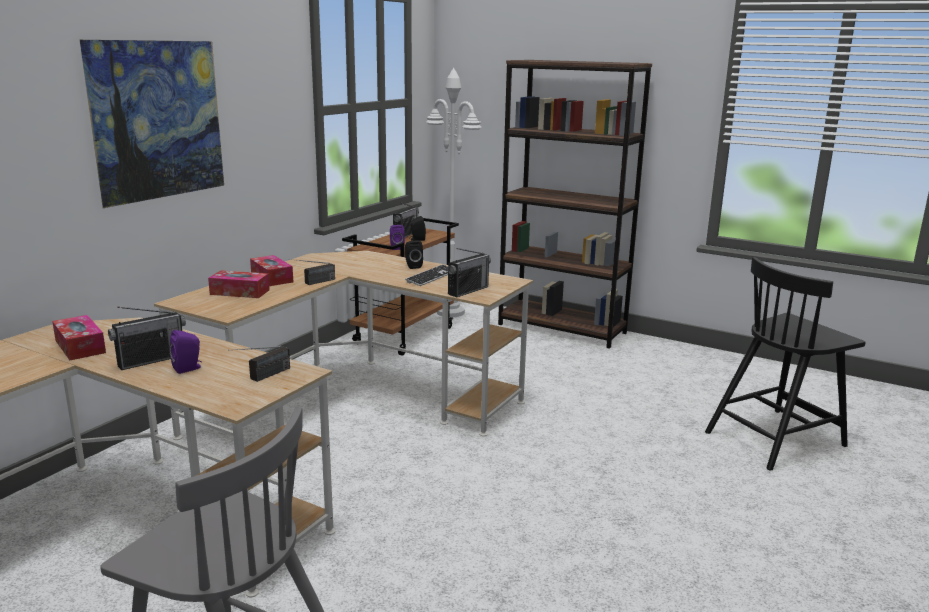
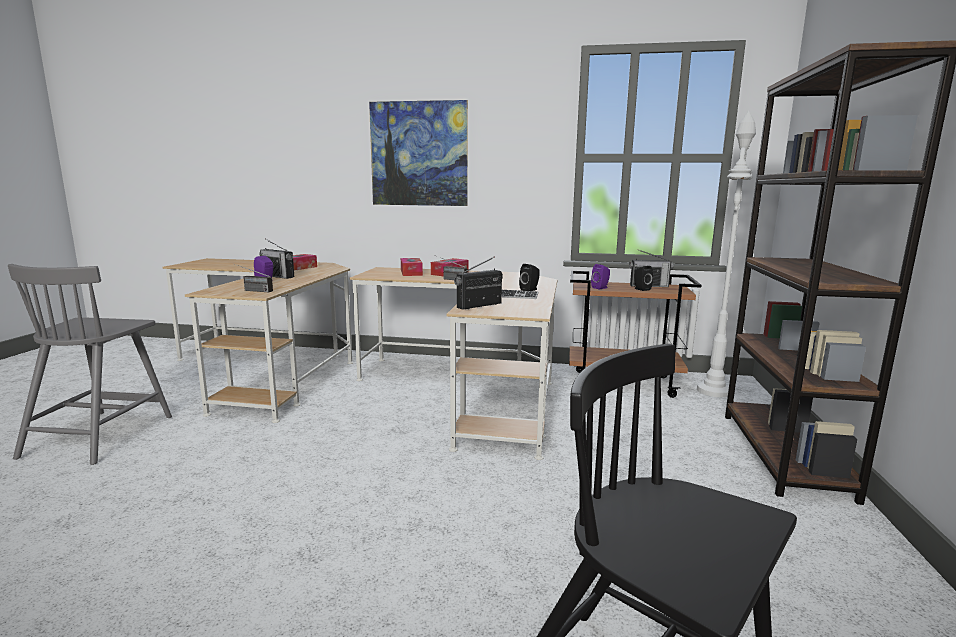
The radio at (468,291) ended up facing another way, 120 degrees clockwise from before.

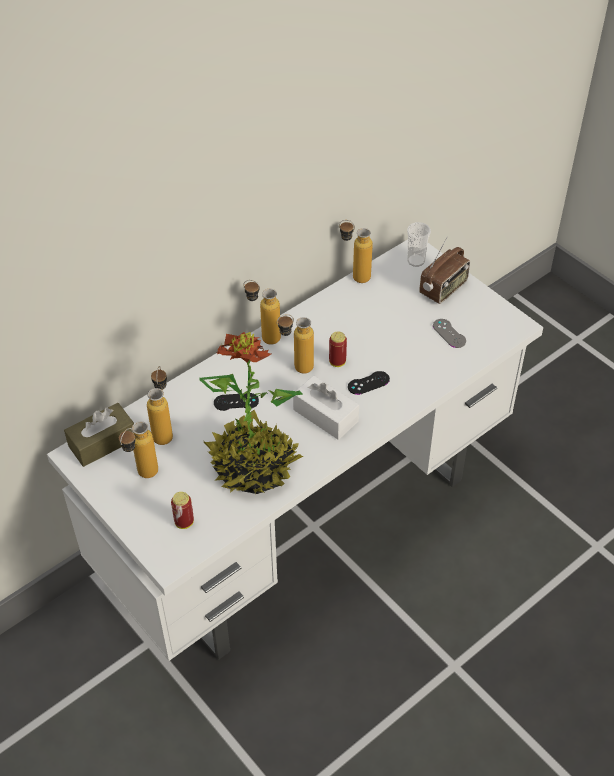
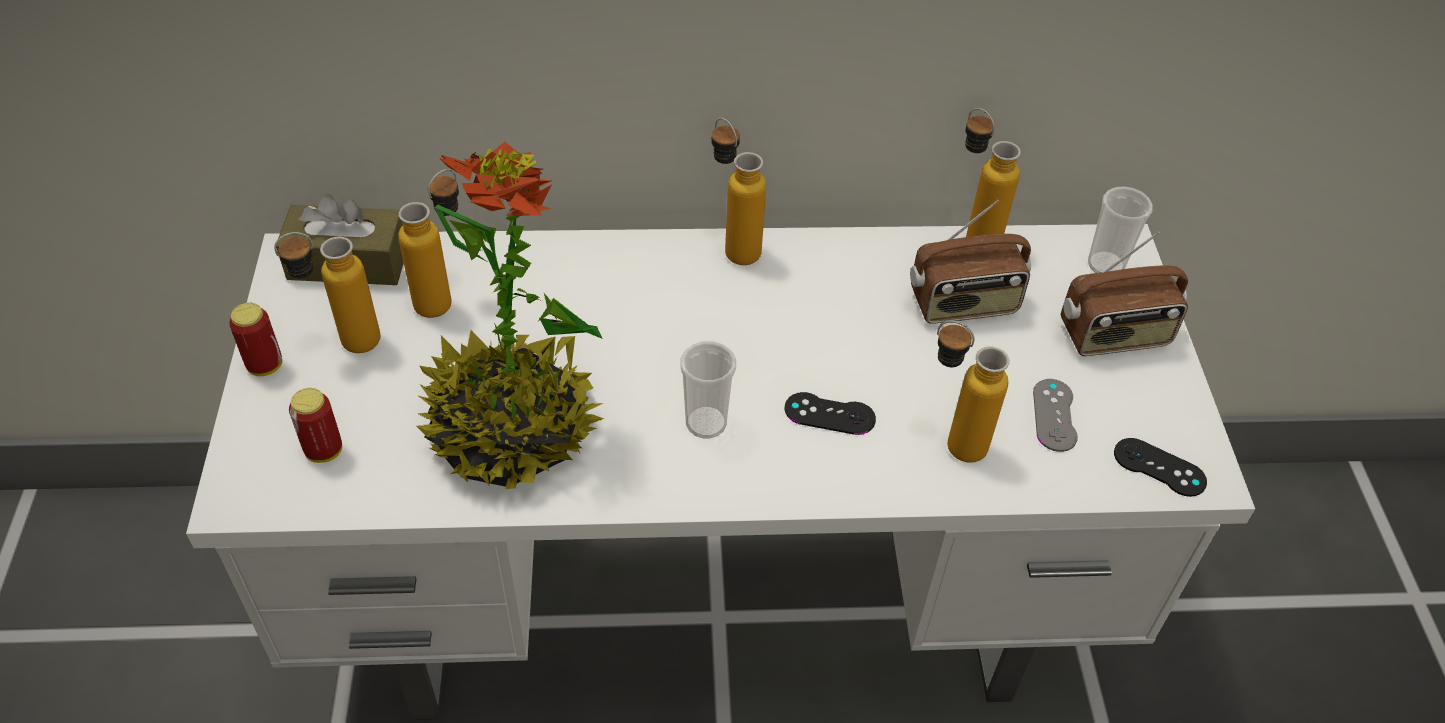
The second view gained the radio at (963,305).
The pad do gier (czarny) ended up elsewhere, having gone from (236,402) to (1159,467).
The butelka ended up elsewhere, having gone from (296,368) to (950,442).
The puszka ended up elsewhere, having gone from (337,362) to (265,366).
Where the pudełko chusteczek (biały) stood at (325,415), the filiżanka came to stand at (706,423).

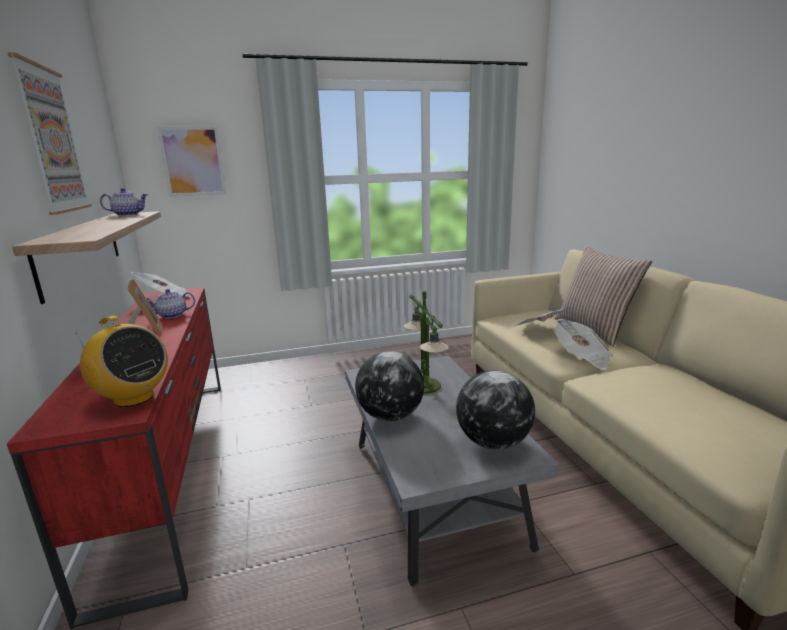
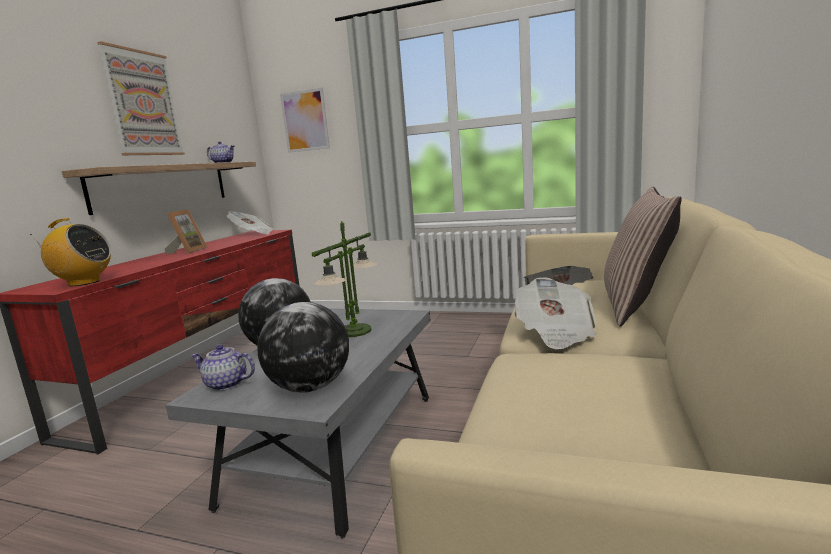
The imbryk ended up elsewhere, having gone from (172,315) to (225,384).
The radio at (133,398) ended up facing another way, 60 degrees counterclockwise from before.

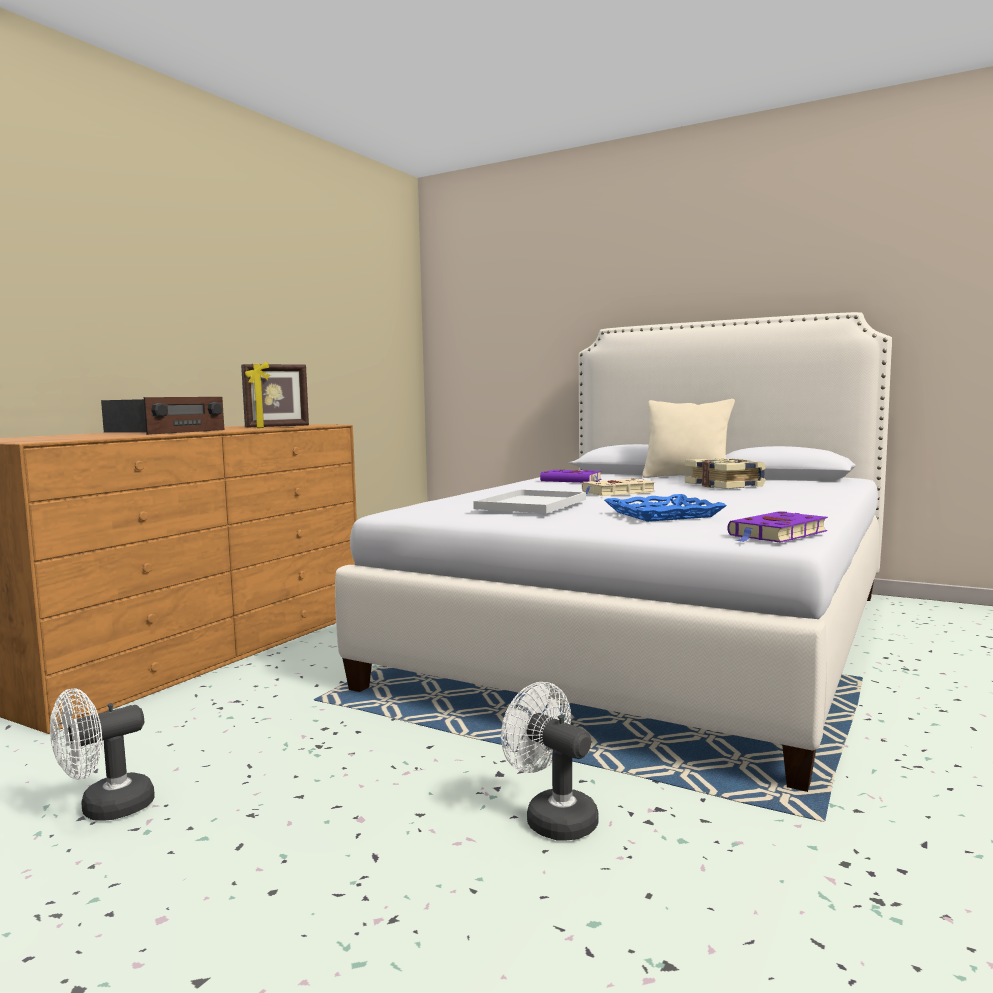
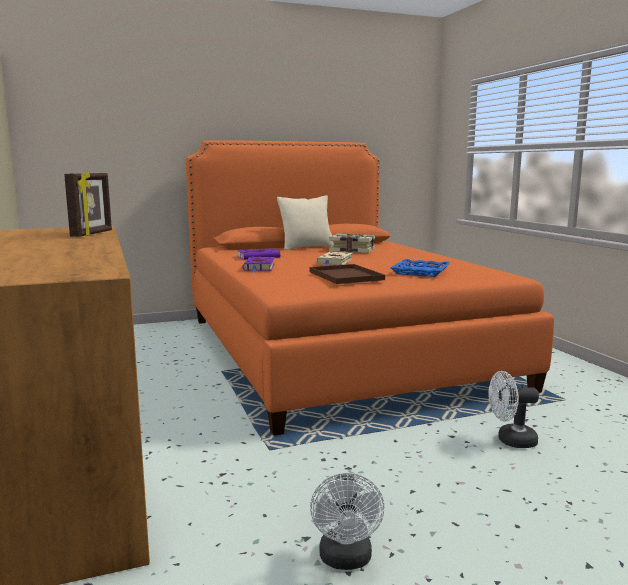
The second view lost the radio at (166,432).
The książka (fioletowy) ended up elsewhere, having gone from (776,534) to (259,267).
What was the łóżko (biały) at (653,636) turned into the łóżko (pomarańczowy) at (336,350).
What was the taca (biały) at (531,504) turned into the taca (brązowy) at (344,275).

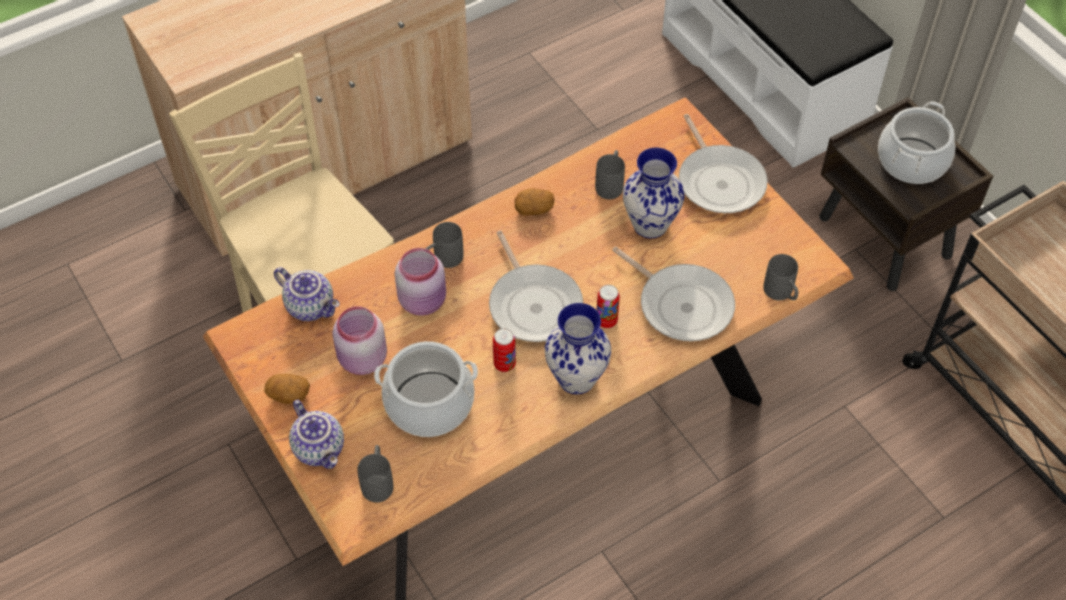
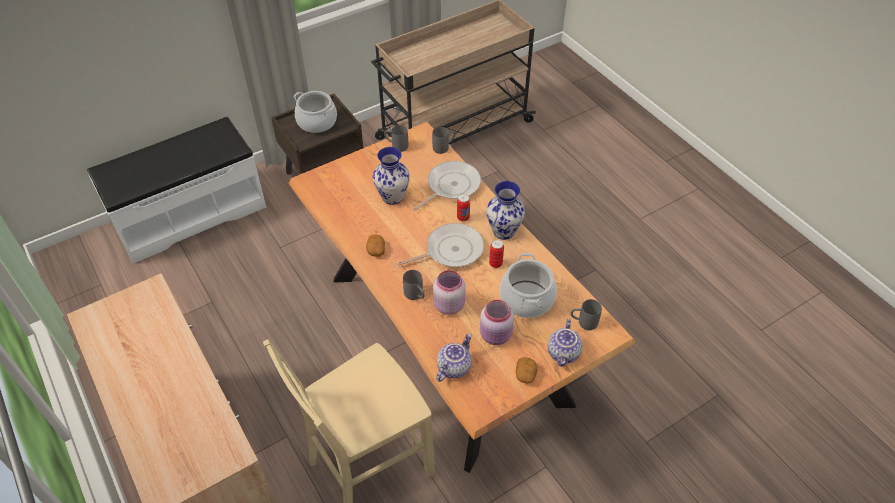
The second view lost the patelnia at (719,180).
The kubek (szary) ended up elsewhere, having gone from (610,184) to (396,146).
The imbryk at (320,448) ended up facing another way, 135 degrees clockwise from before.

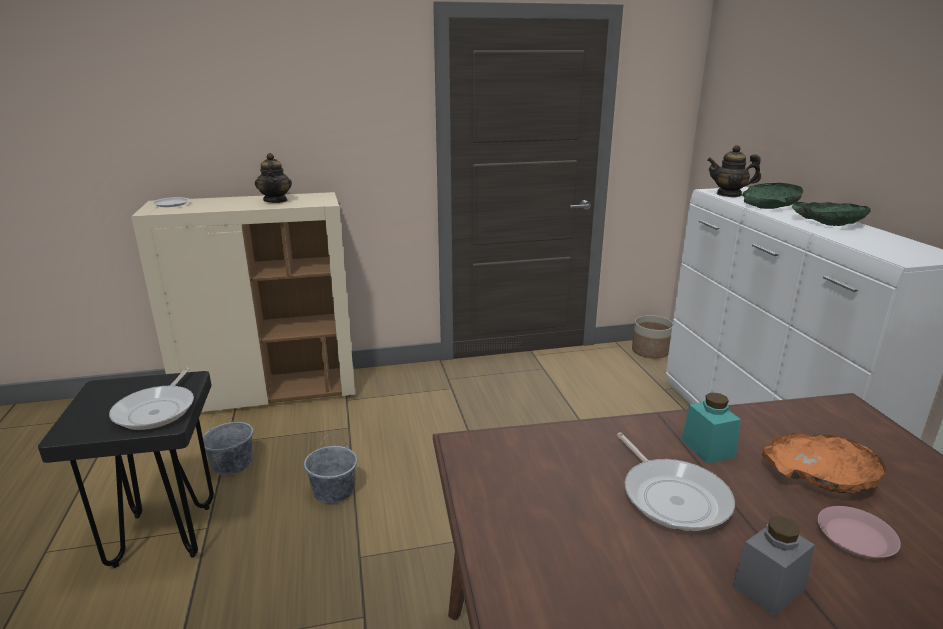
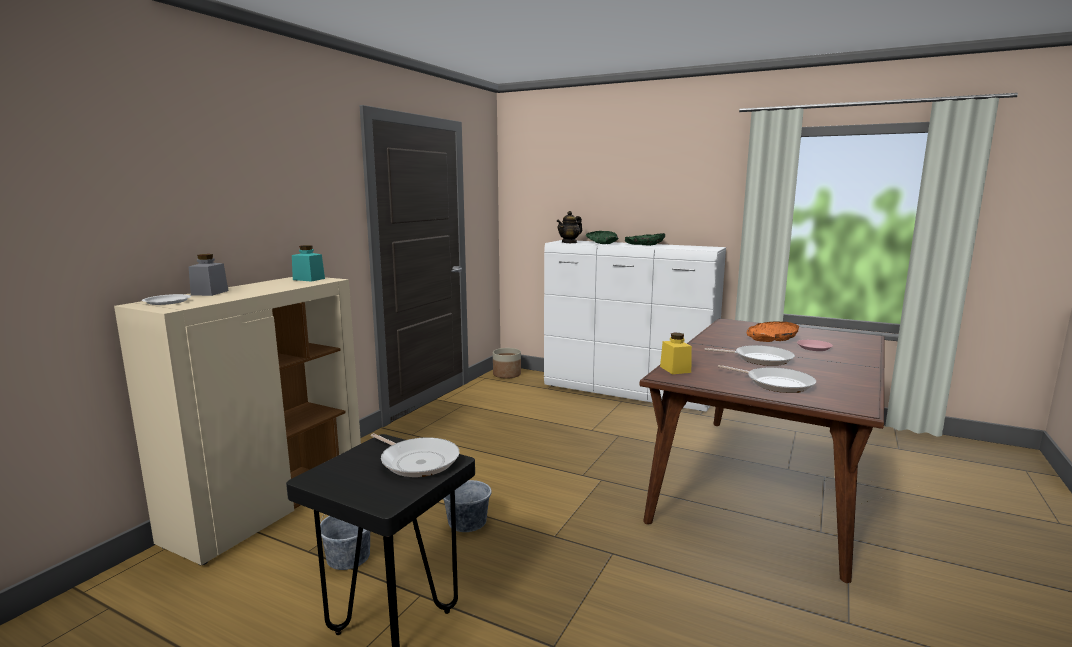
The second view lost the imbryk at (276,200).
The second view gained the słoik (żółty) at (675,369).
The second view gained the patelnia at (776,383).
The słoik (turkusowy) ended up elsewhere, having gone from (708,448) to (309,279).
The słoik (szary) ended up elsewhere, having gone from (768,588) to (210,293).

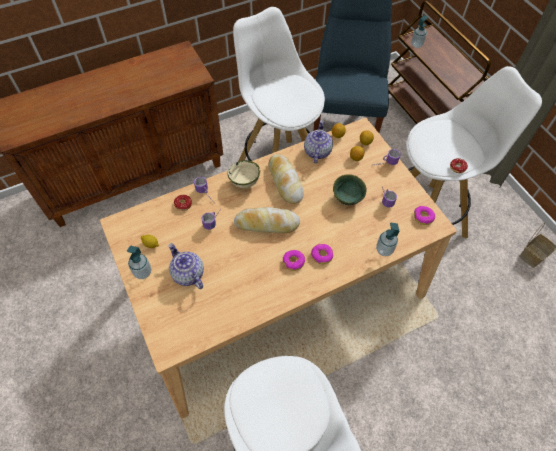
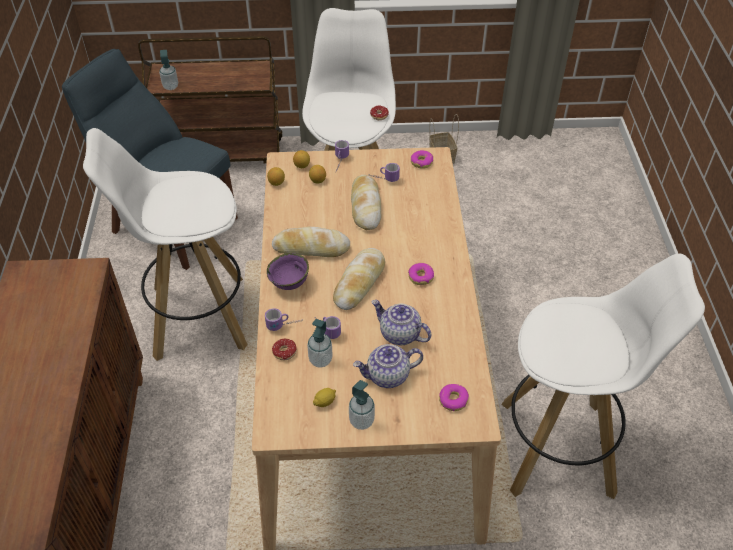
The imbryk ended up elsewhere, having gone from (317,151) to (399,334).
The donut ended up elsewhere, having gone from (321,255) to (453,400).
The dozownik mydła ended up elsewhere, having gone from (384,250) to (320,360).
Where the miska (zielony) stood at (347,198), the chleb came to stand at (366,206).
What was the miska (beżowy) at (244,183) turned into the miska (fioletowy) at (290,284).

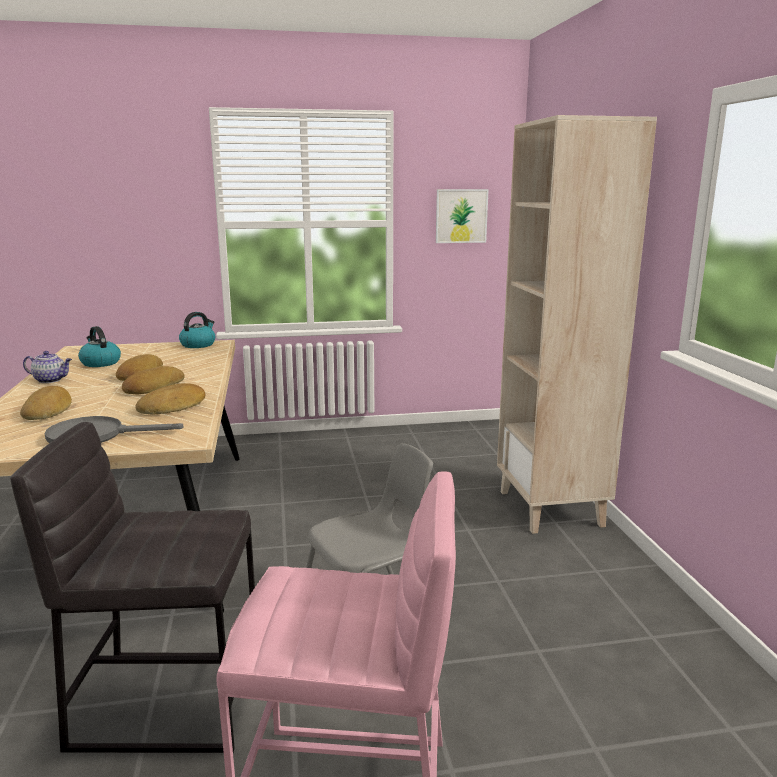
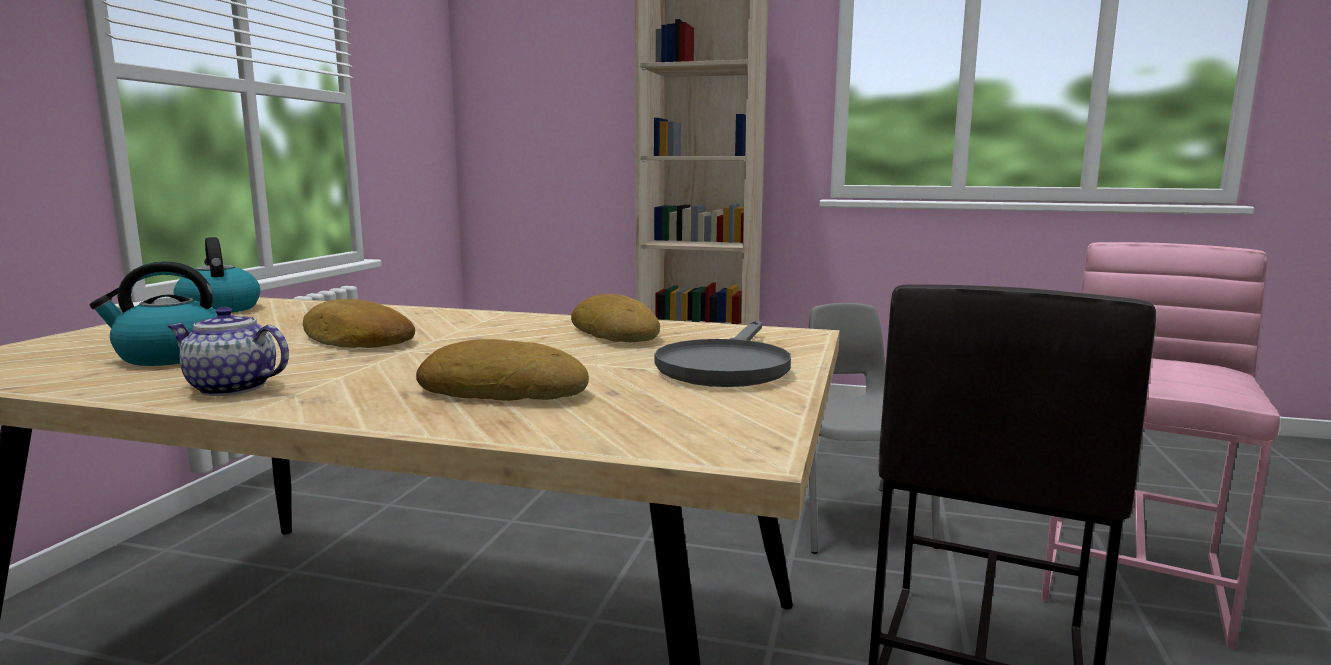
The second view lost the chleb at (153,387).
The second view lost the obraz at (461,216).
The imbryk at (51,380) ended up facing another way, 105 degrees counterclockwise from before.

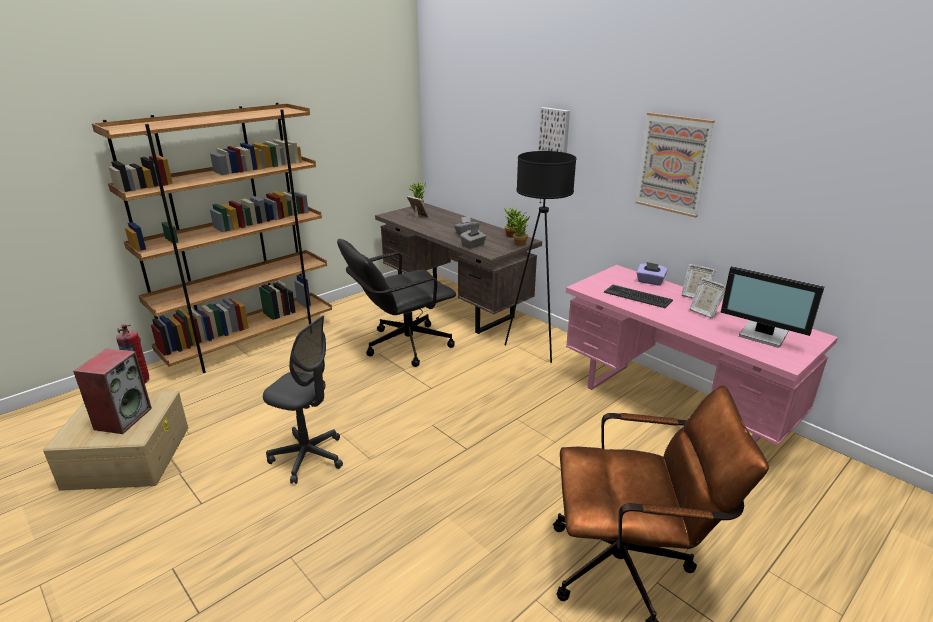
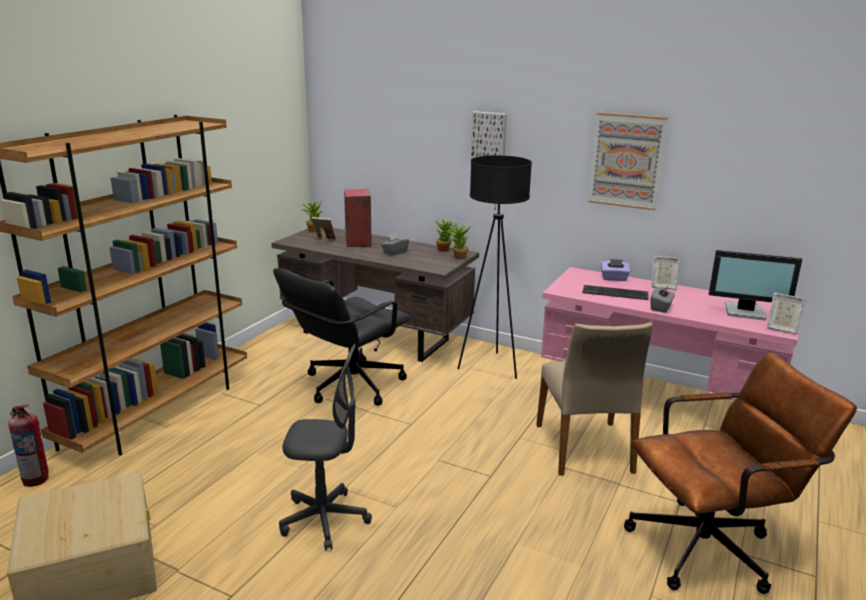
The second view gained the krzesło (beżowy) at (585,448).
The głośnik ended up elsewhere, having gone from (123,418) to (357,242).
The pudełko chusteczek (szary) ended up elsewhere, having gone from (473,245) to (661,308).
The ramka na zdjęcie ended up elsewhere, having gone from (704,312) to (781,329).

